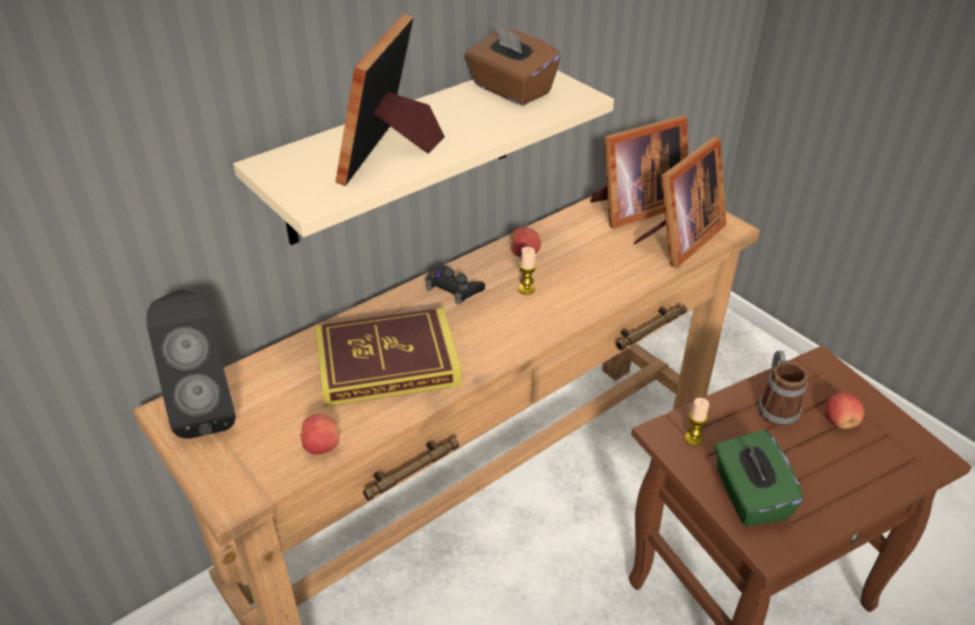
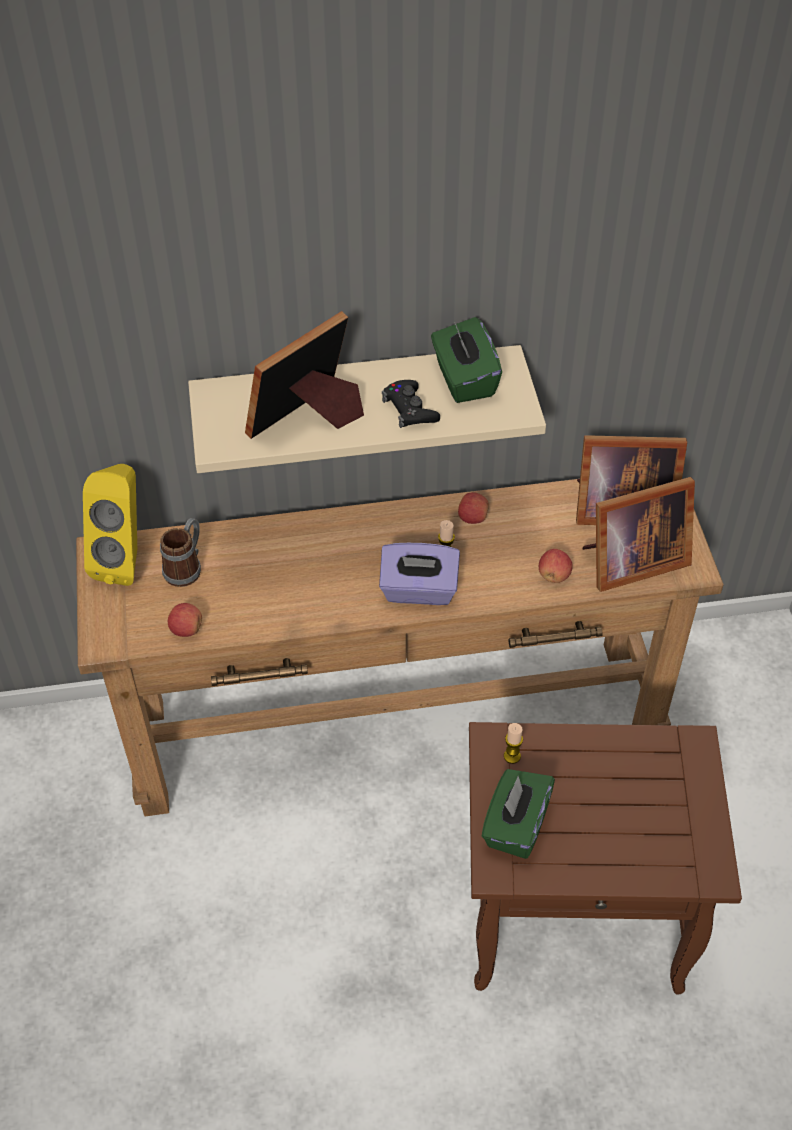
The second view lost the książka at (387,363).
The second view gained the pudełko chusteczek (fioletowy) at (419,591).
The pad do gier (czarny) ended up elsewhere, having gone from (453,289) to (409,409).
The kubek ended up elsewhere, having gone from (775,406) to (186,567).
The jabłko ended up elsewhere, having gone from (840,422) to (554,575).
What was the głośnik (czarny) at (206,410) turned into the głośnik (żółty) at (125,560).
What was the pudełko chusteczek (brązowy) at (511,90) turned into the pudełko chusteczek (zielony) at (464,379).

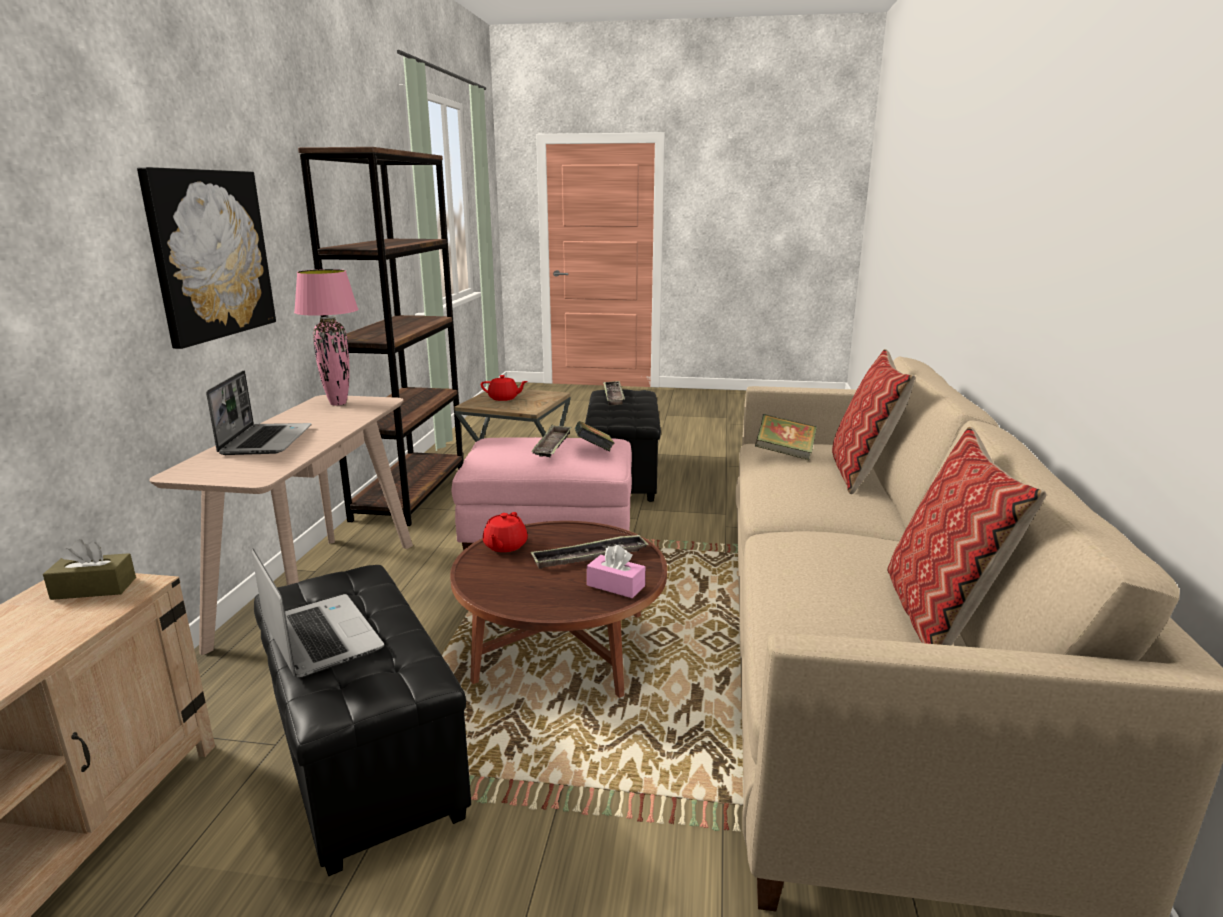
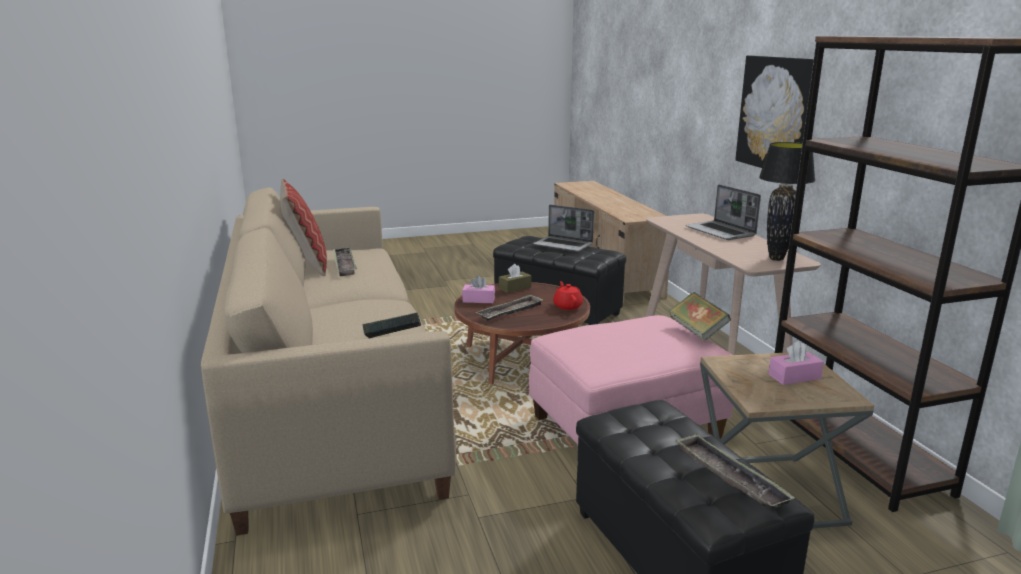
The second view lost the poduszka at (861,473).
The pudełko chusteczek (brązowy) ended up elsewhere, having gone from (94,588) to (515,288).
The taca ended up elsewhere, having gone from (552,446) to (344,265).
The książka ended up elsewhere, having gone from (594,452) to (697,331).
Where the imbryk (czerwony) stood at (504,398), the pudełko chusteczek (różowy) came to stand at (794,377).
What was the lampa stołowa (różowy) at (338,404) turned into the lampa stołowa (czarny) at (776,258).

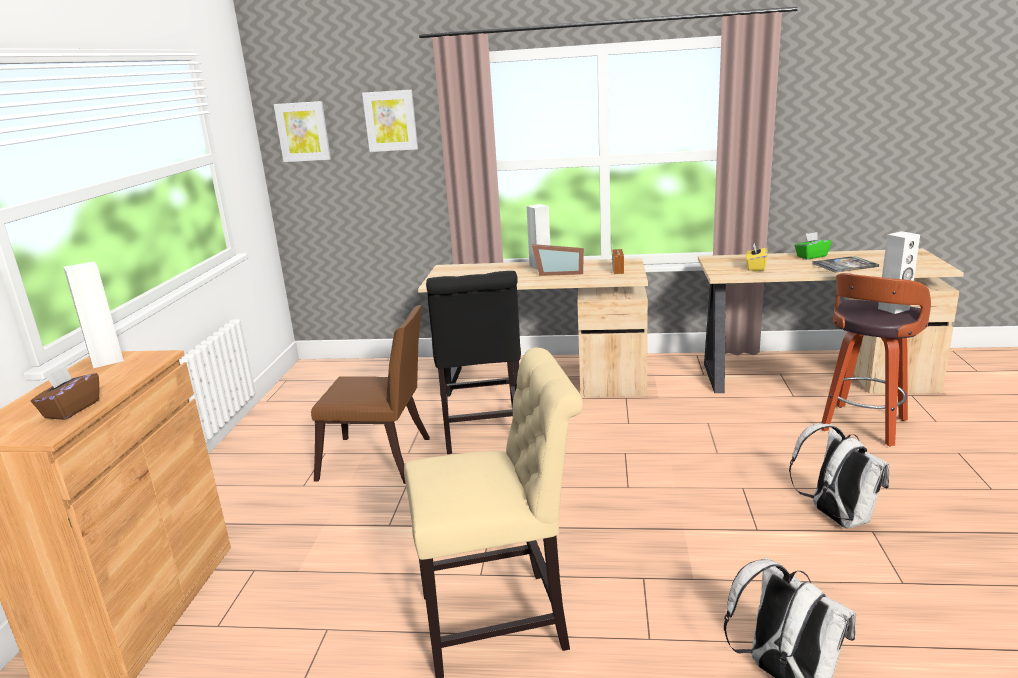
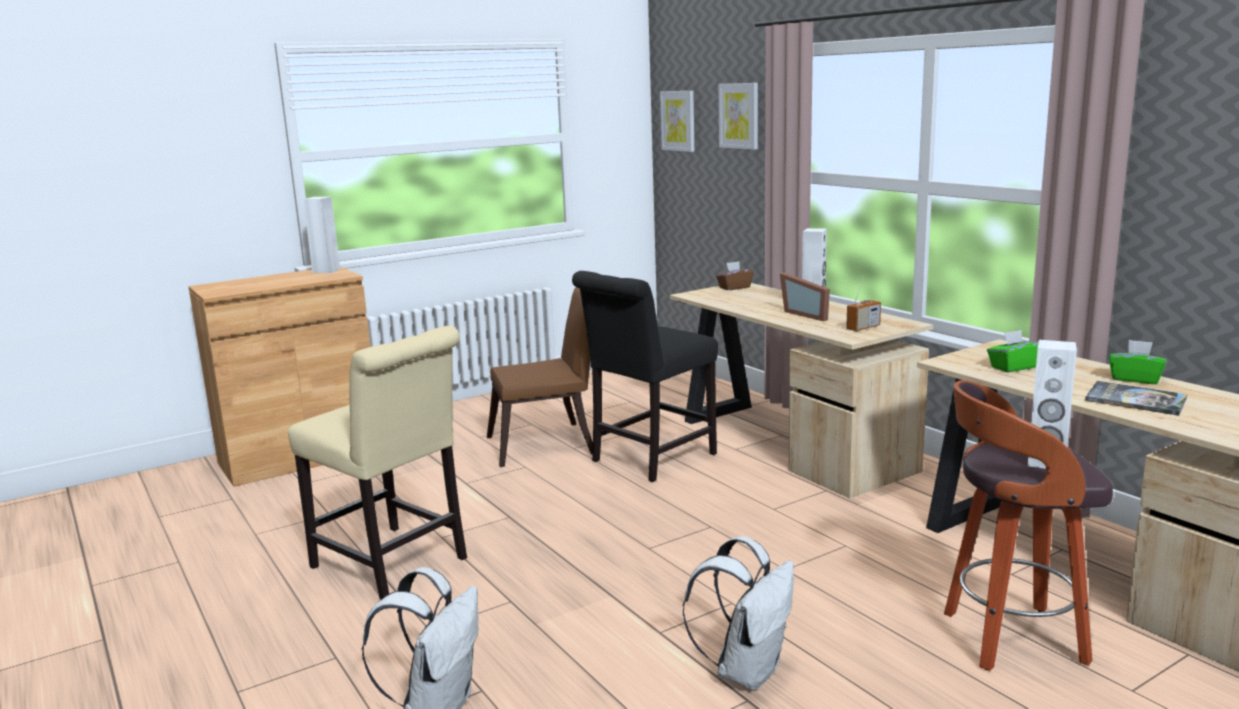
The pudełko chusteczek (brązowy) ended up elsewhere, having gone from (71,409) to (734,287).
What was the pudełko chusteczek (żółty) at (755,267) turned into the pudełko chusteczek (zielony) at (1013,367).
The krzesło (brązowy) at (382,461) ended up facing another way, 75 degrees counterclockwise from before.

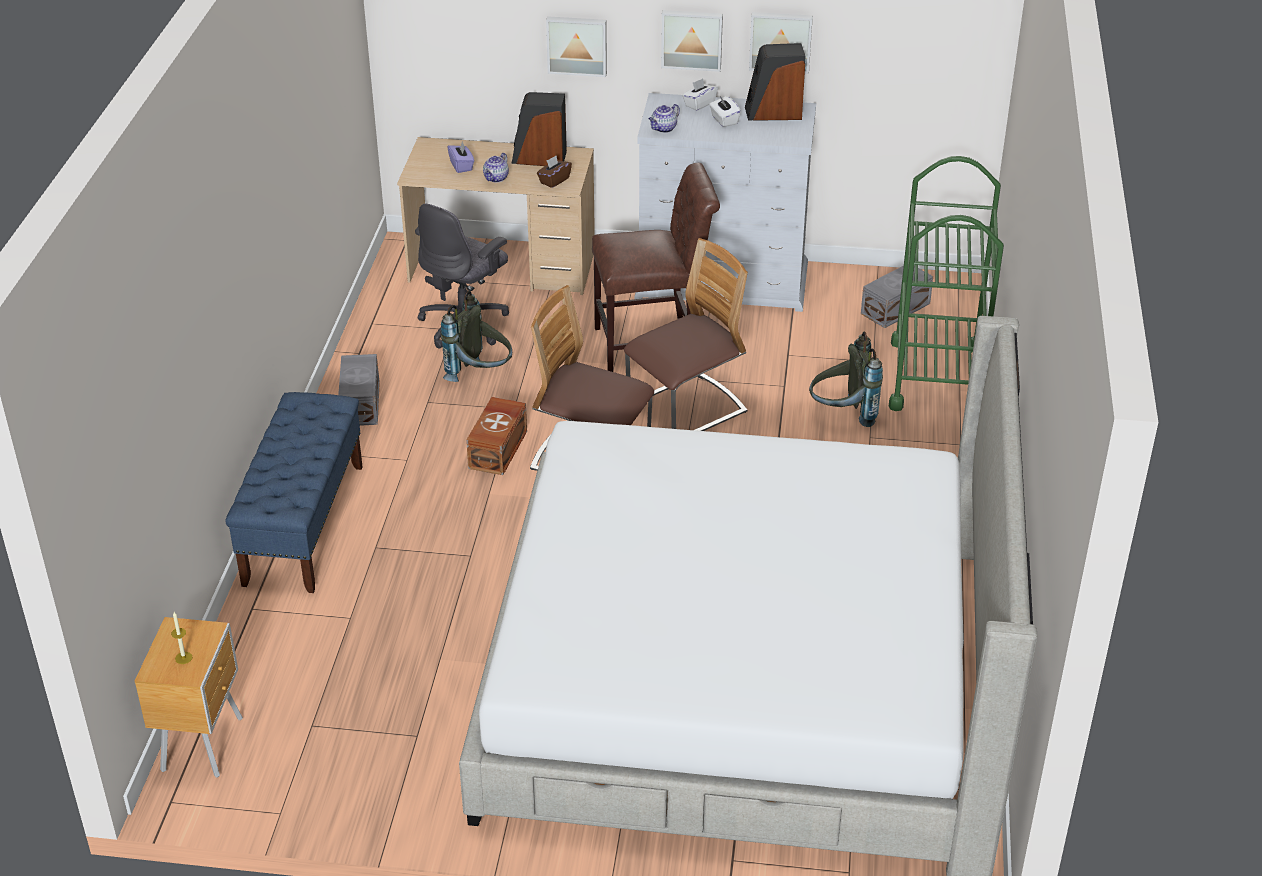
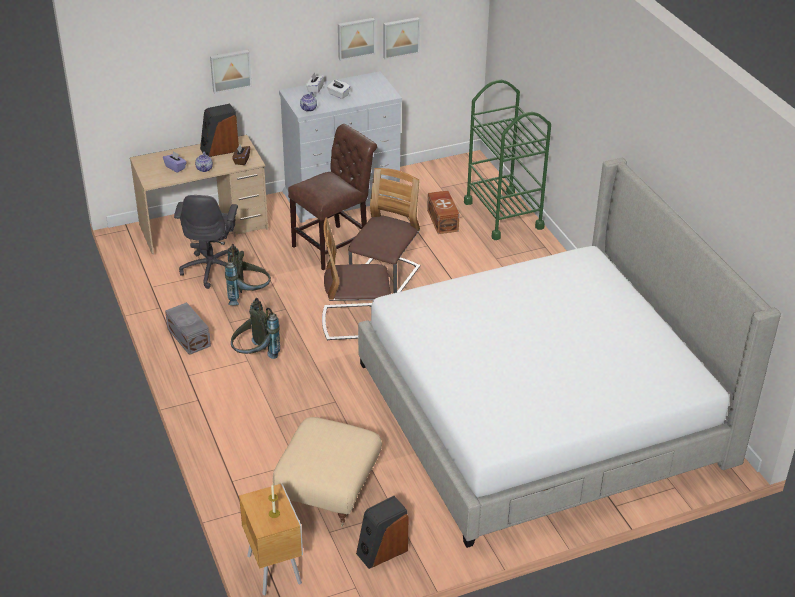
The second view lost the ławka (niebieski) at (304,523).
The second view lost the pojemnik do przechowywania (szary) at (896,308).
The second view gained the pufa (beżowy) at (328,492).
The pojemnik do przechowywania (brązowy) ended up elsewhere, having gone from (499,449) to (443,220).
The obraz ended up elsewhere, having gone from (692,39) to (400,37).
The głośnik ended up elsewhere, having gone from (773,112) to (382,551).
The plecak (szary) ended up elsewhere, having gone from (842,415) to (255,356).

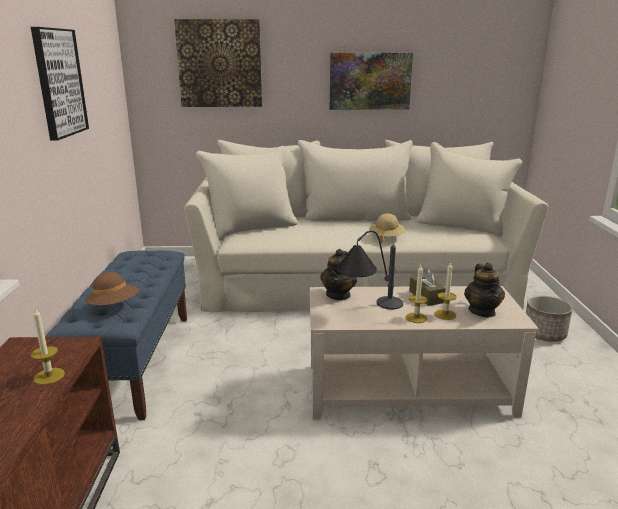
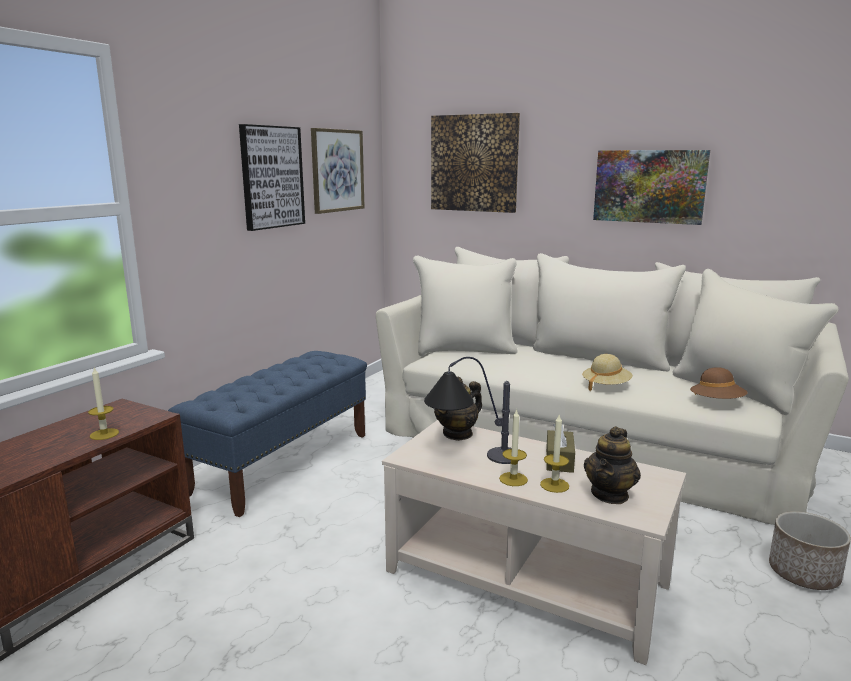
The second view gained the obraz at (337,170).
The kapelusz (brązowy) ended up elsewhere, having gone from (114,306) to (716,403).

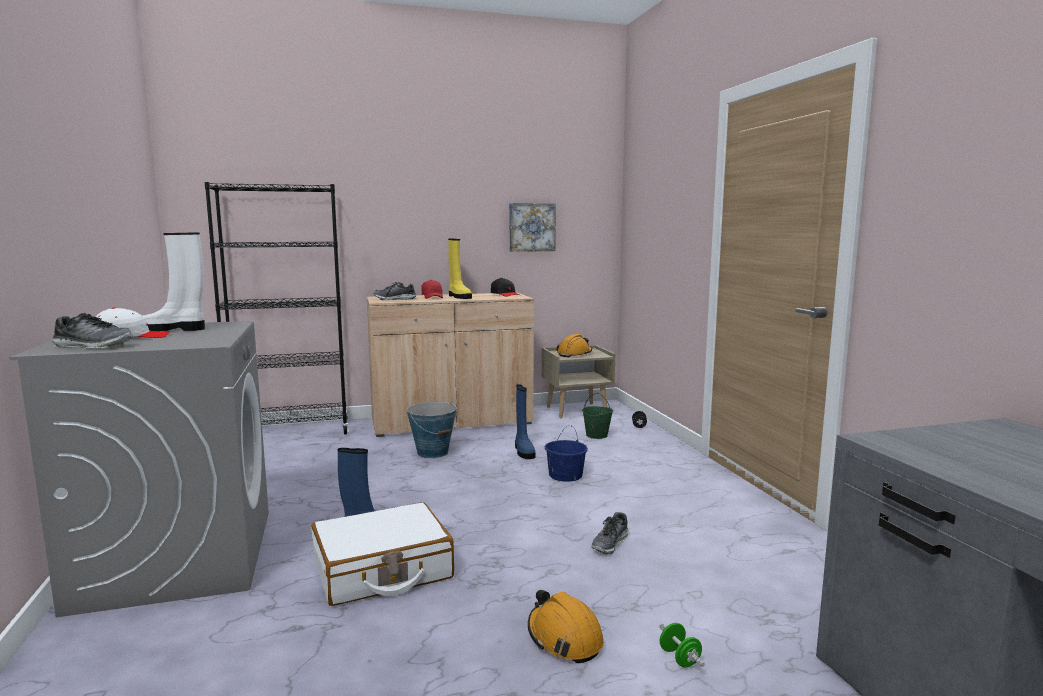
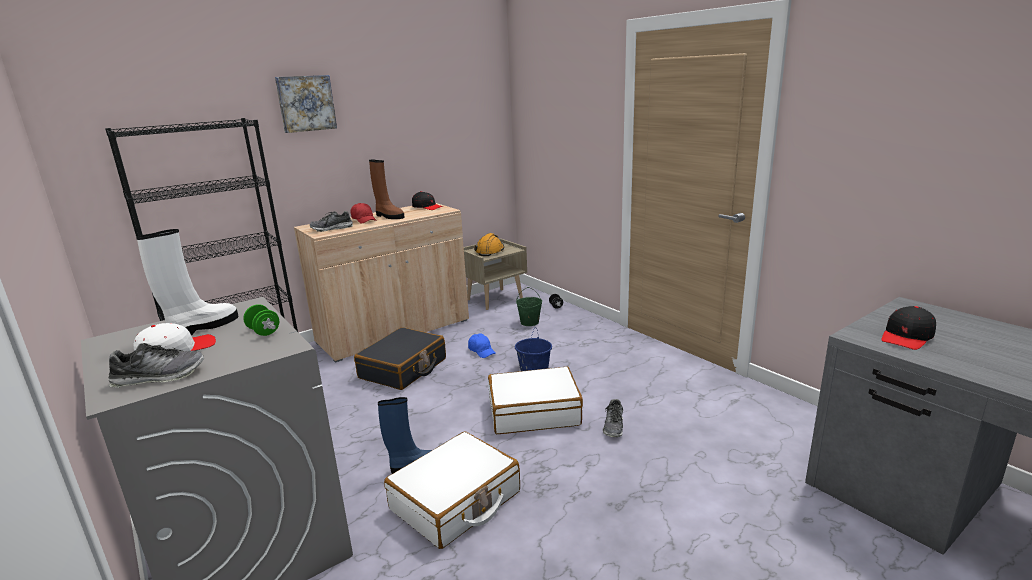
The second view lost the kask (pomarańczowy) at (564,638).
The second view gained the walizka (biały) at (534,412).
The second view gained the czapka z daszkiem (czarny) at (907,337).
The obraz ended up elsewhere, having gone from (531,227) to (306,103).
The hantel (zielony) ended up elsewhere, having gone from (679,658) to (264,331).
Where the wiadro stood at (433,452), the walizka (czarny) came to stand at (403,369).
Where the but z cholewką (niebieski) stood at (523,451), the czapka z daszkiem (niebieski) came to stand at (482,351).
What was the but z cholewką (żółty) at (459,297) turned into the but z cholewką (brązowy) at (389,216).
The but z cholewką (biały) at (174,329) ended up facing another way, 150 degrees clockwise from before.

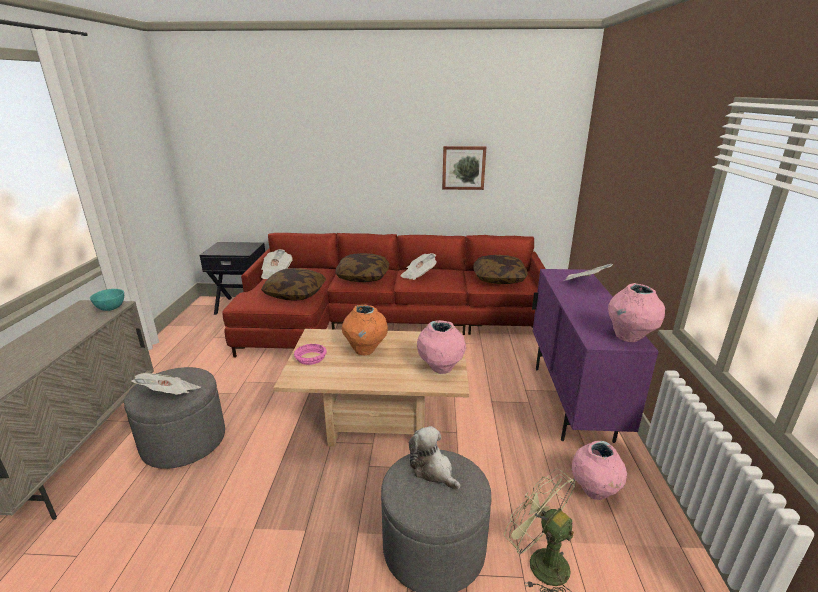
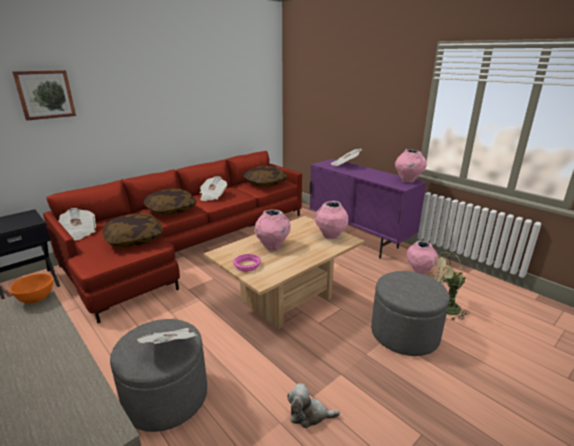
The pluszak ended up elsewhere, having gone from (433,470) to (309,414).
The obraz ended up elsewhere, having gone from (463,167) to (45,94).
What was the miska (turkusowy) at (111,308) turned into the miska (pomarańczowy) at (37,299).
What was the wazon (pomarańczowy) at (365,350) turned into the wazon (różowy) at (272,246).

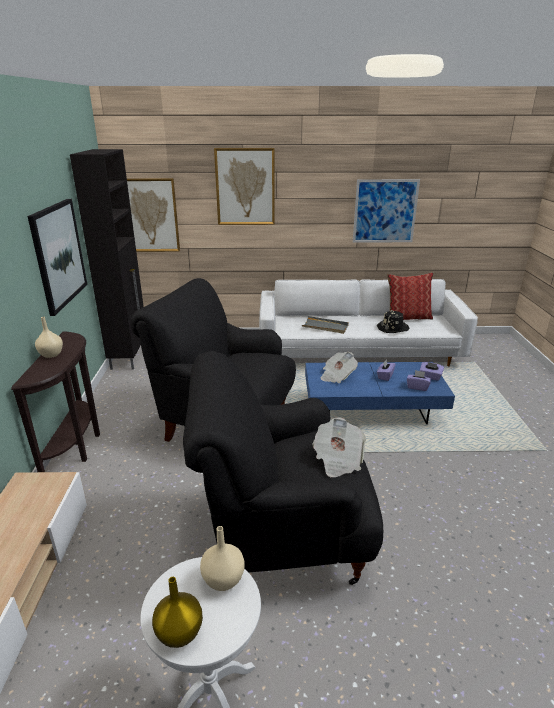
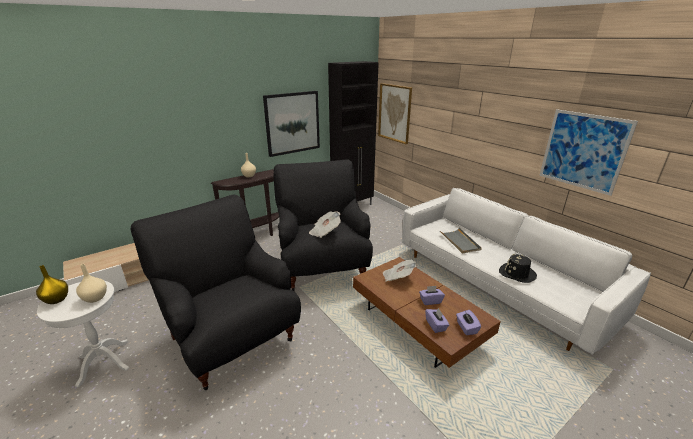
The second view lost the obraz at (245,187).
The second view lost the poduszka at (407,317).
The gazeta ended up elsewhere, having gone from (338,459) to (325,232).
What was the ława (niebieski) at (372,409) turned into the ława (brązowy) at (418,325).

